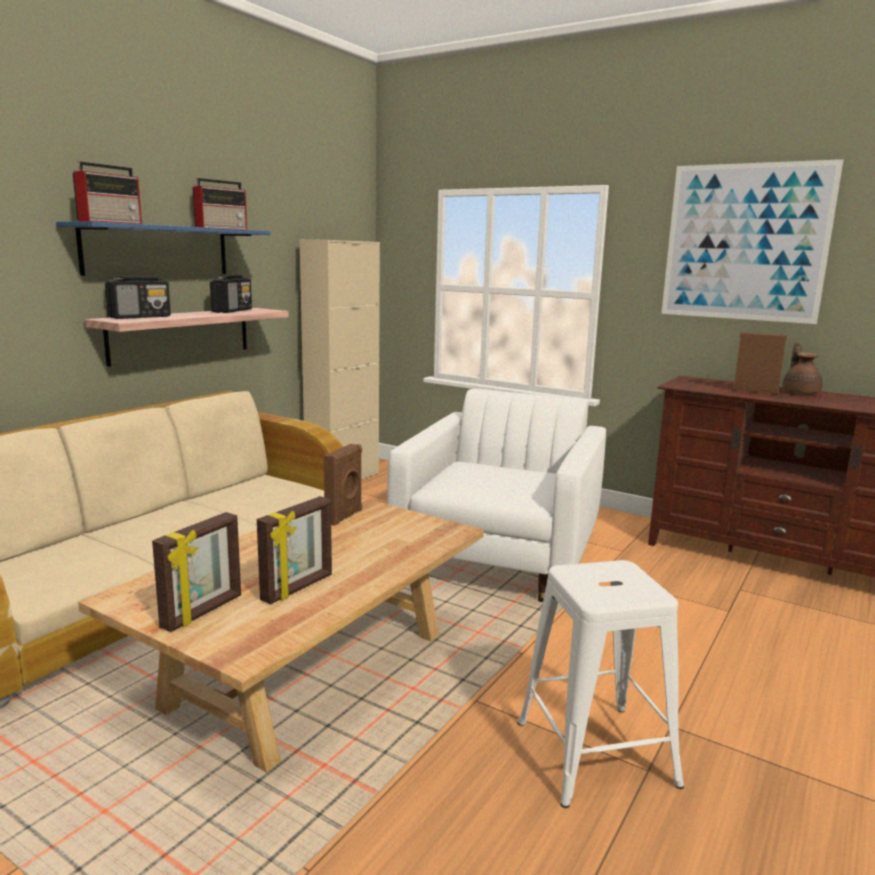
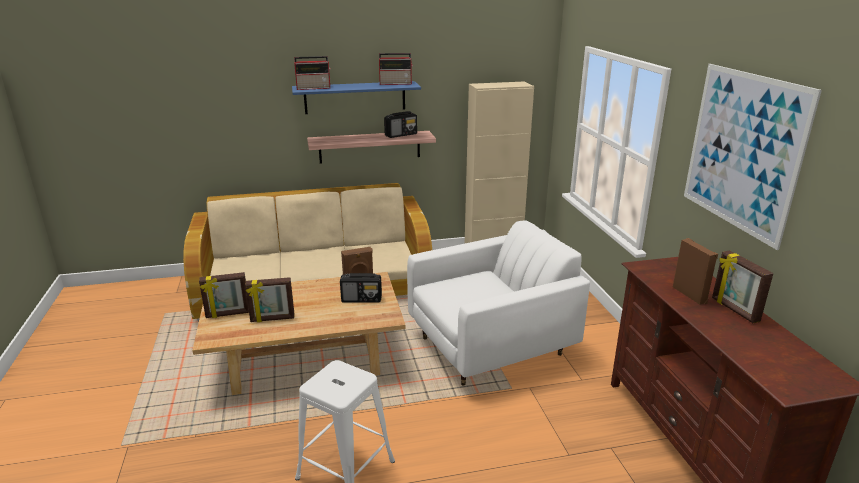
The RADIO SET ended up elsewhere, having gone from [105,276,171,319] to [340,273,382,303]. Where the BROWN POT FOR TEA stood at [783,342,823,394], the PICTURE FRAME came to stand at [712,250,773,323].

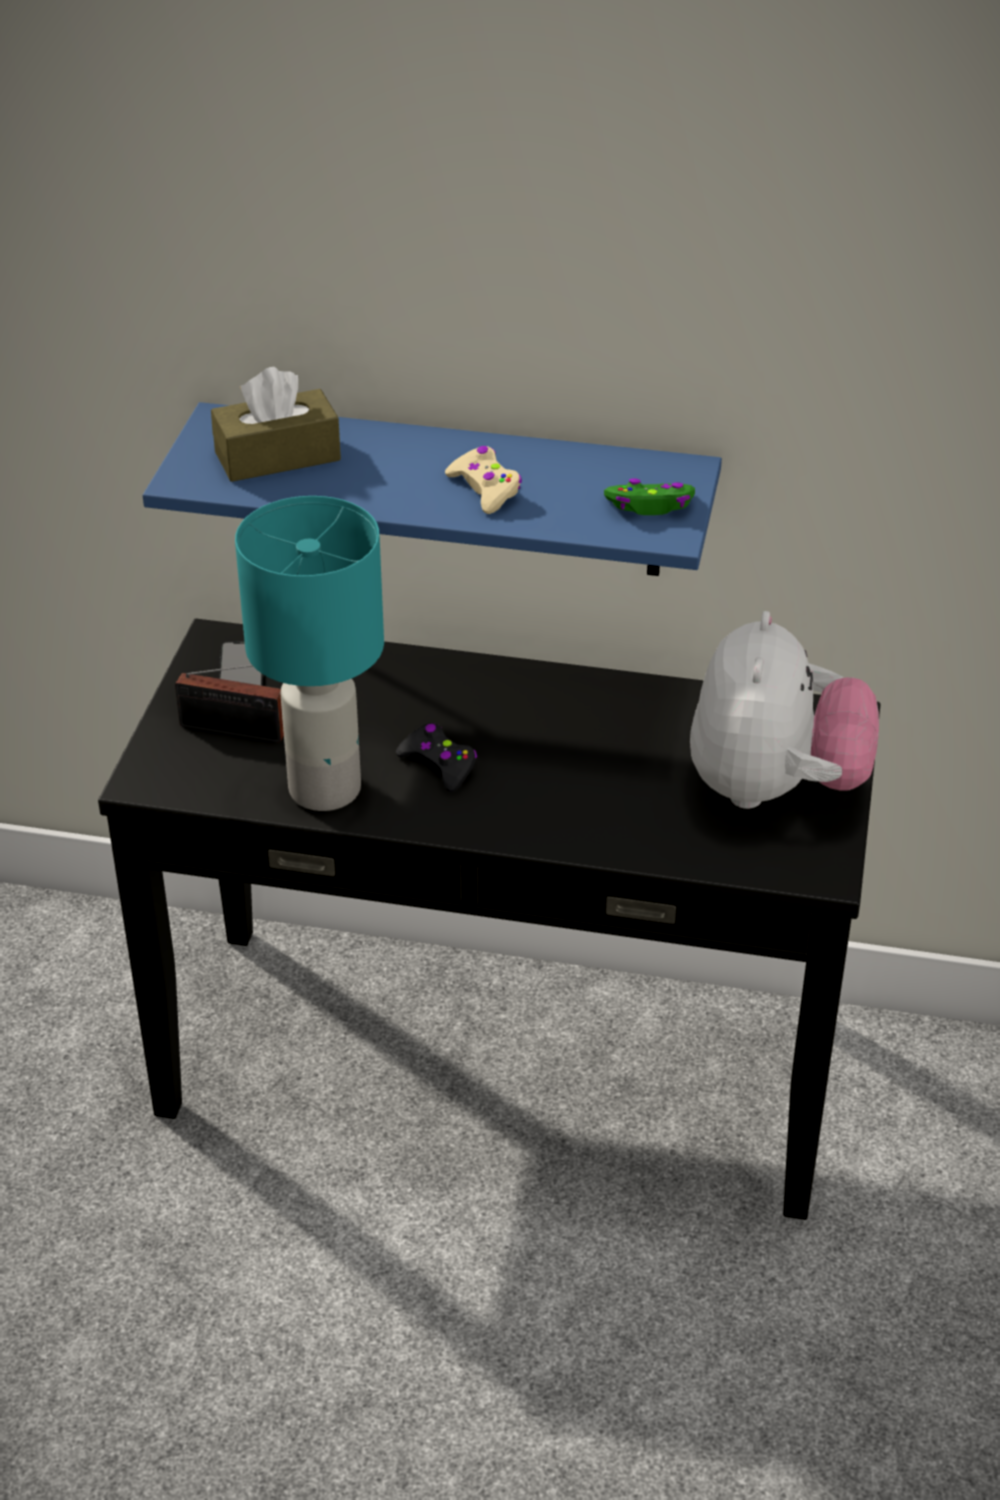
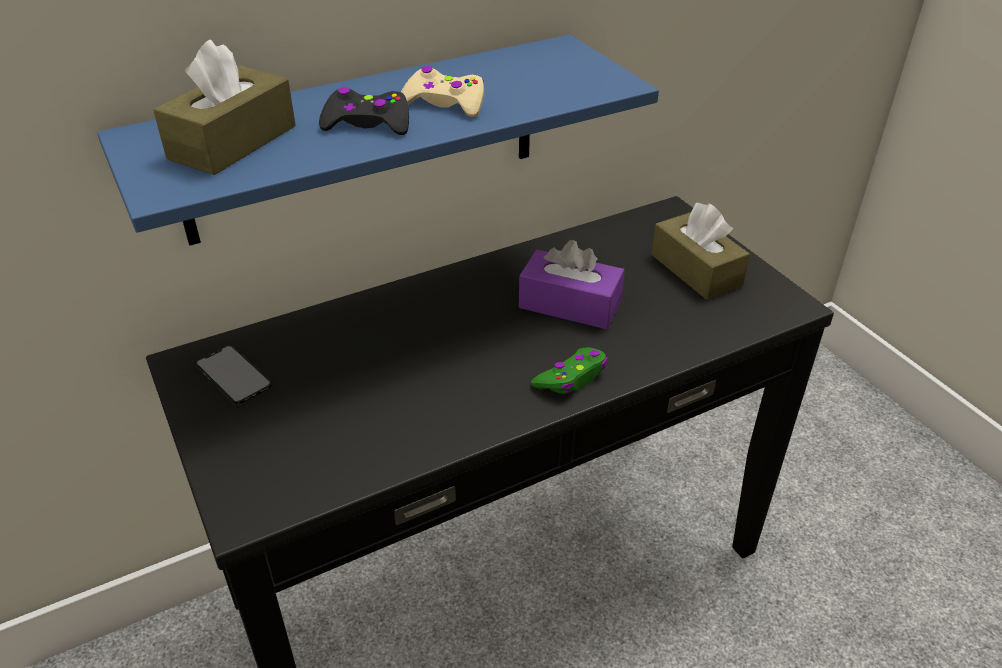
The second view lost the RADIO SET at [175,665,284,743]. The second view lost the BLUE-GREEN TABLE LAMP at [235,496,384,811]. The second view gained the PURPLE TISSUE BOX at [519,240,625,329]. The BLACK GAME CONTROLLER ended up elsewhere, having gone from [396,723,477,792] to [319,87,409,135]. The GREEN GAME CONTROLLER ended up elsewhere, having gone from [604,478,695,515] to [531,347,608,394]. Where the CUDDLY TOY stood at [690,611,879,809], the BROWN TISSUE BOX came to stand at [652,203,750,300].

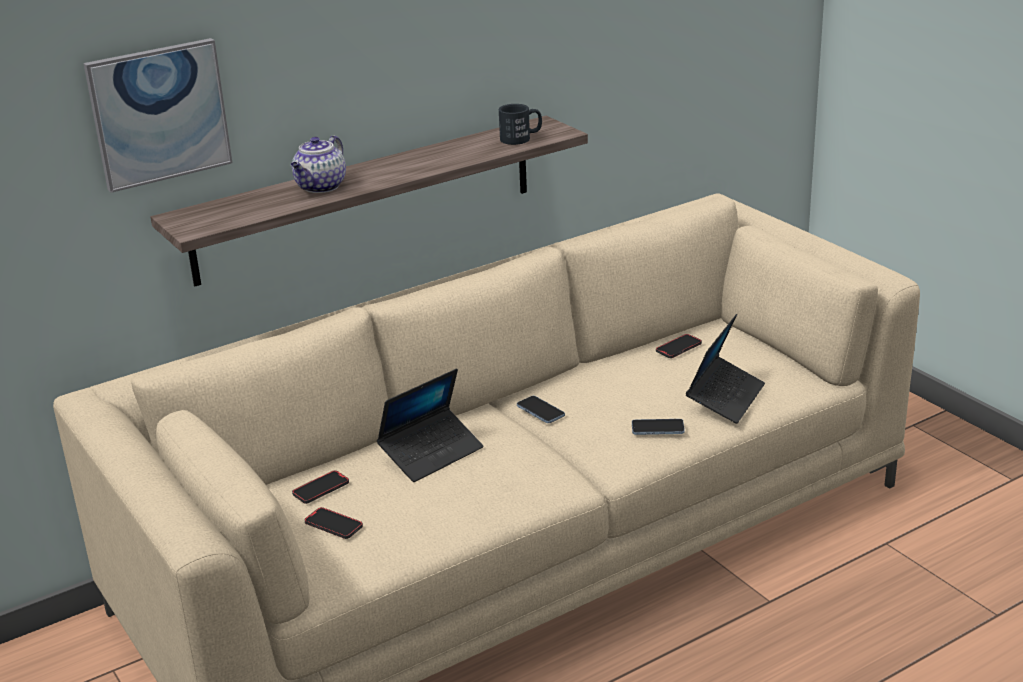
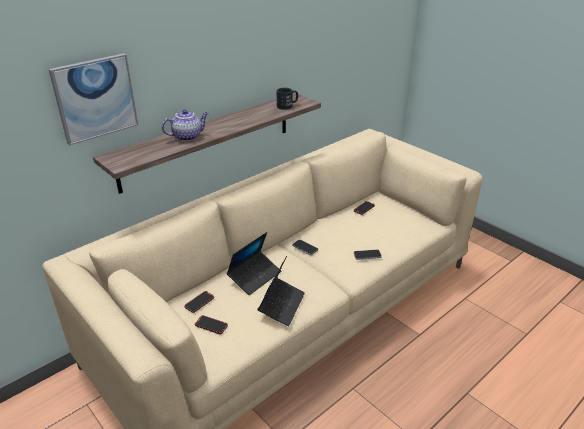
The PORTABLE COMPUTER ended up elsewhere, having gone from [686,314,765,424] to [258,256,305,327]. The POT FOR TEA at [291,135,346,193] ended up facing another way, 135 degrees counterclockwise from before.

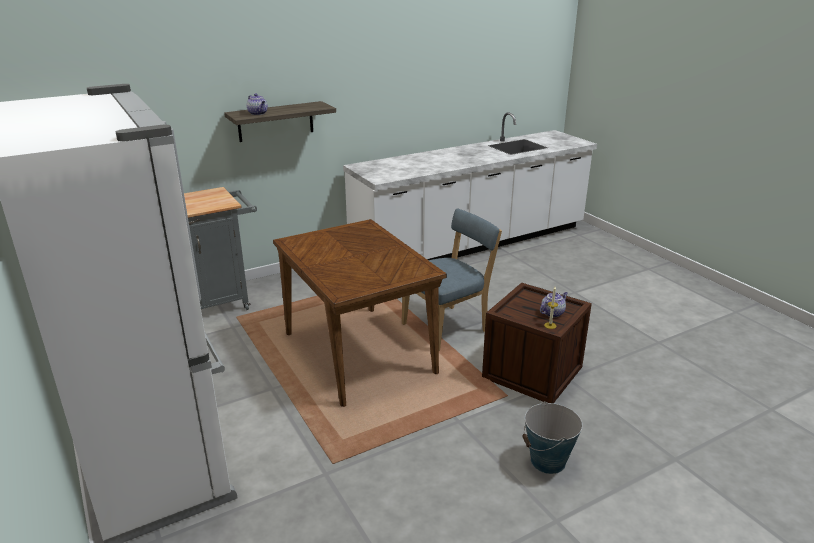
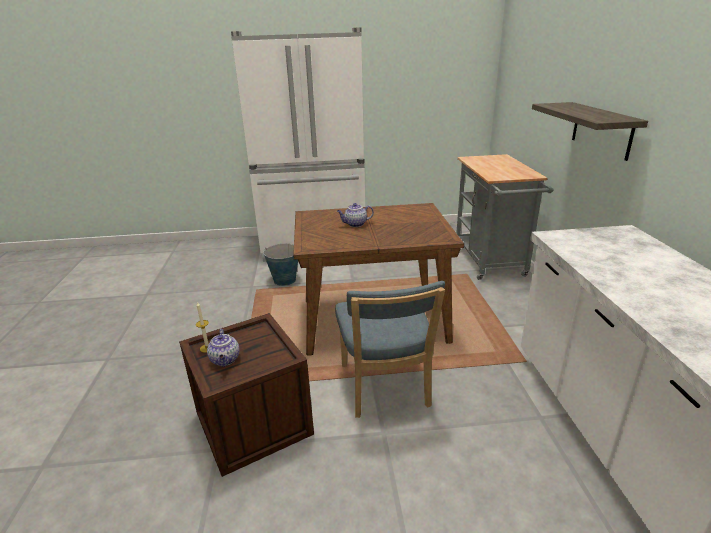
The POT FOR TEA ended up elsewhere, having gone from [247,93,268,115] to [337,203,374,227]. The BUCKET ended up elsewhere, having gone from [522,401,583,474] to [263,244,298,286].

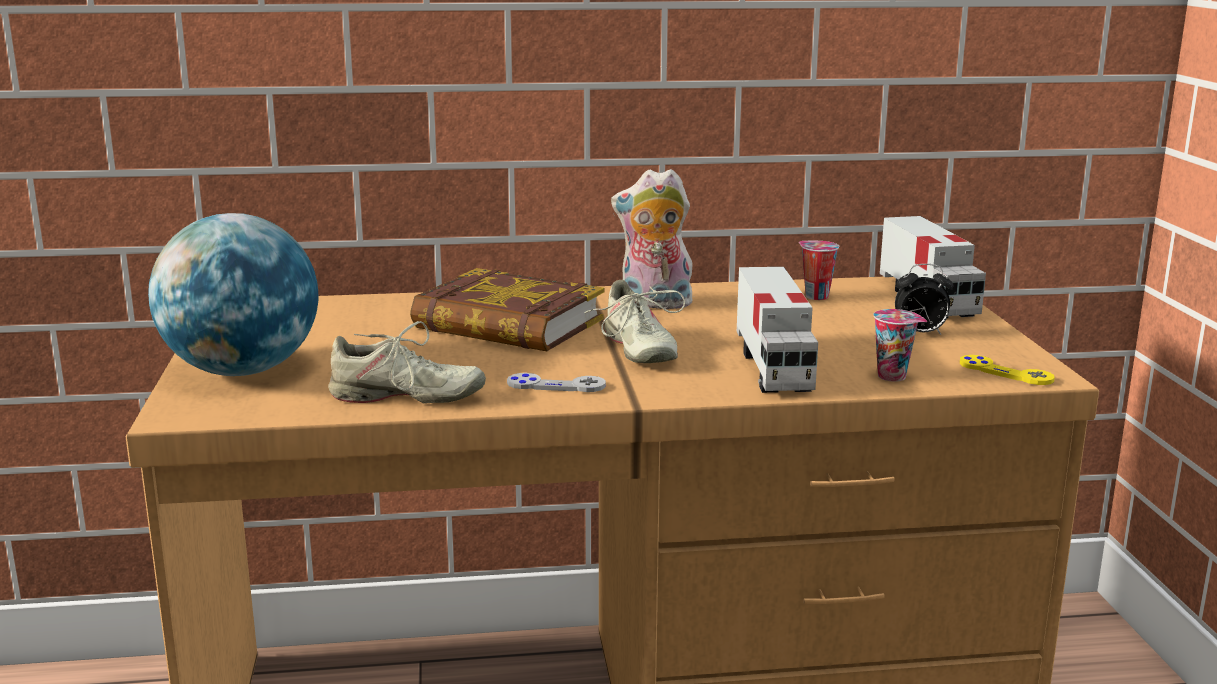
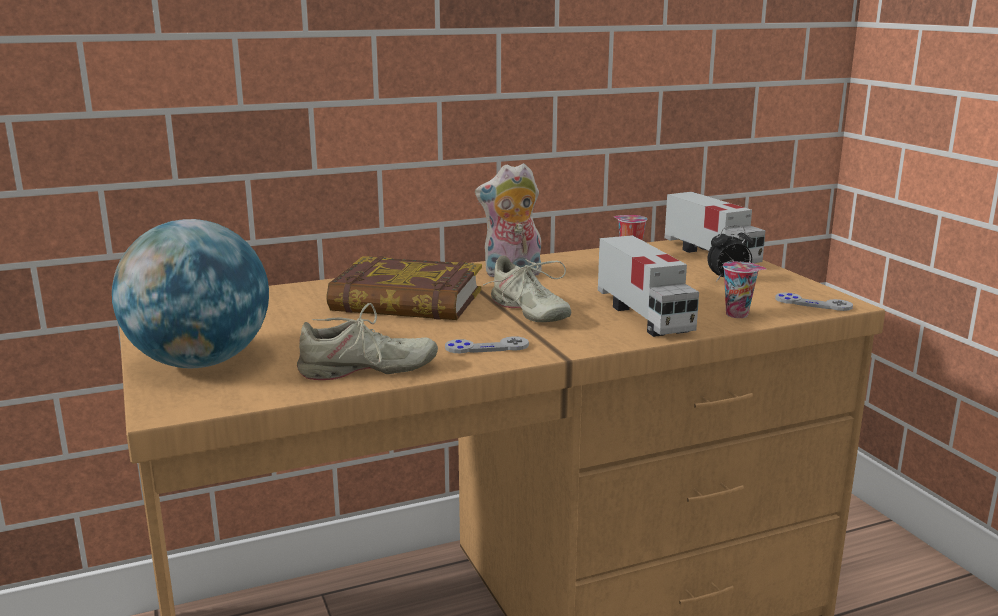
What was the YELLOW-COLOURED GAME CONTROLLER at [960,355,1055,385] turned into the GRAY GAME CONTROLLER at [775,293,853,311].

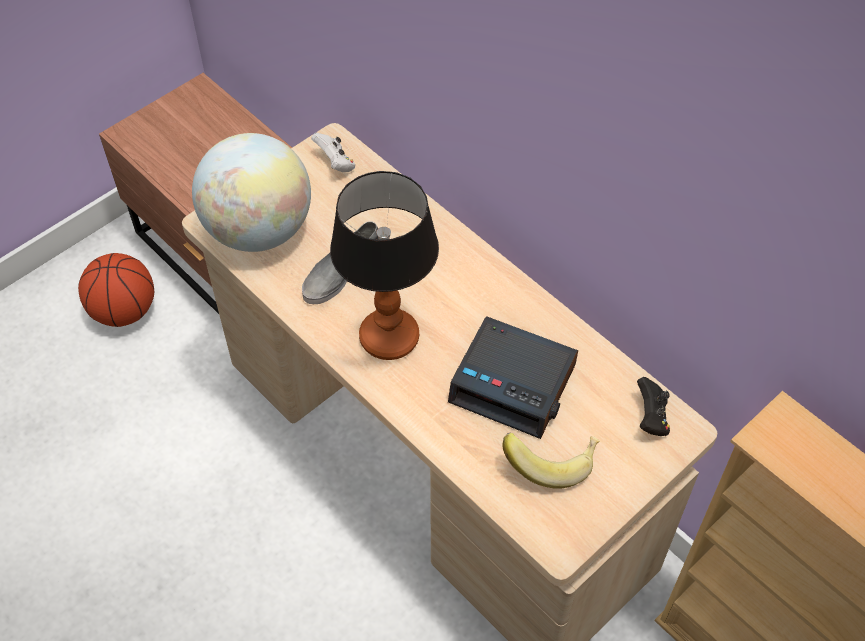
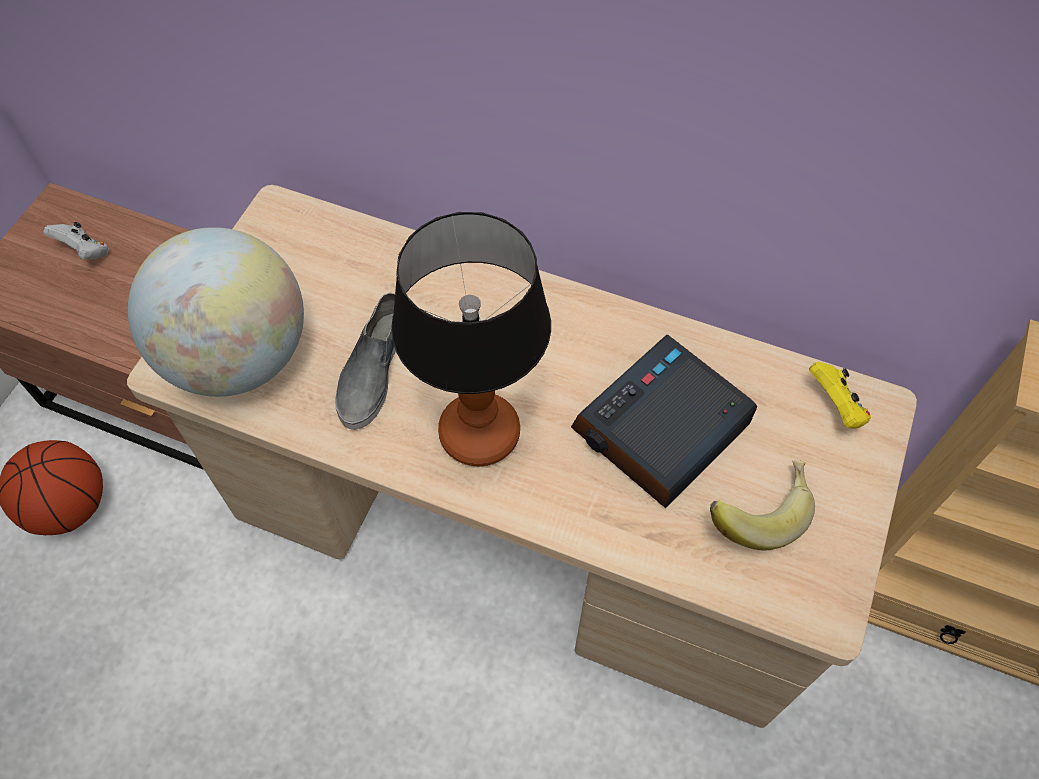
The WHITISH GAME CONTROLLER ended up elsewhere, having gone from [311,133,355,172] to [43,222,109,259]. What was the BLACK GAME CONTROLLER at [637,377,670,436] turned into the YELLOW-COLOURED GAME CONTROLLER at [809,362,871,429]. The BEDSIDE CLOCK at [448,316,578,439] ended up facing another way, 135 degrees clockwise from before.

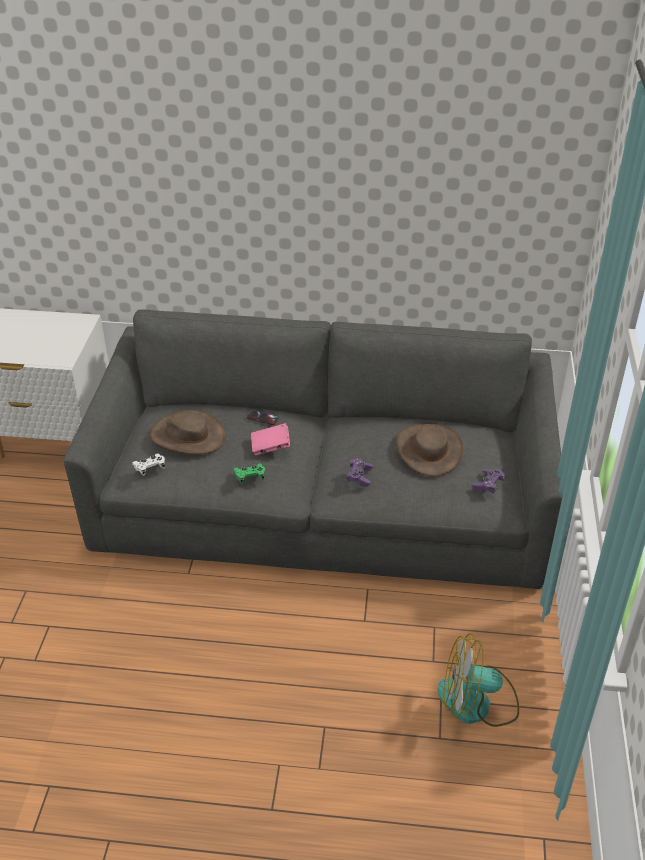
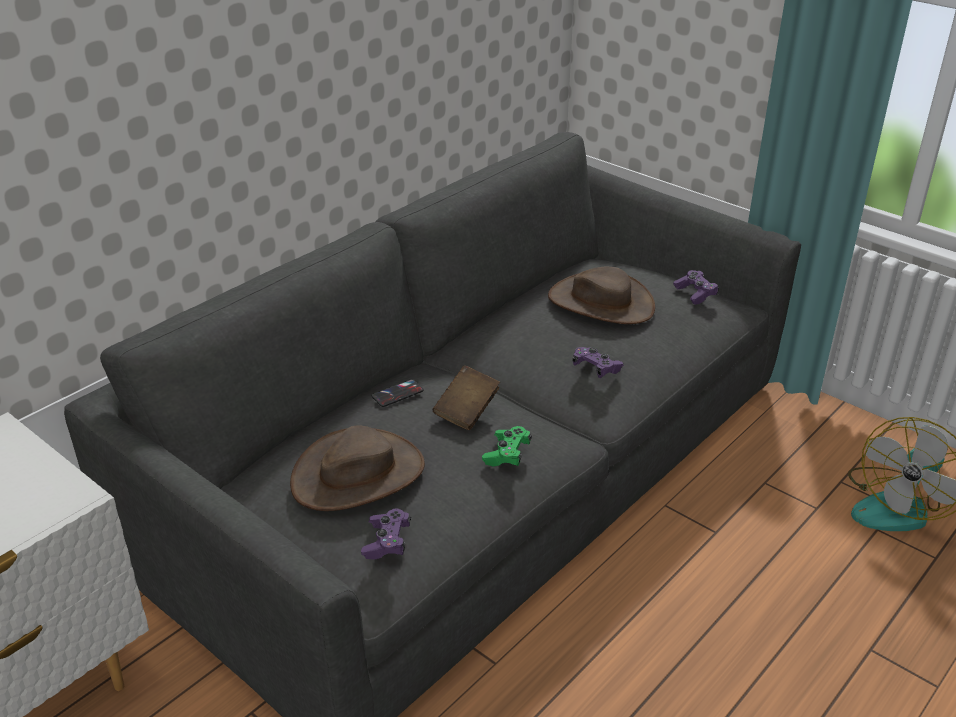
What was the WHITISH GAME CONTROLLER at [132,454,165,476] turned into the PURPLE GAME CONTROLLER at [361,509,411,560]. What was the PINK-COLOURED BOUND BOOK at [251,423,290,455] turned into the BROWN BOUND BOOK at [433,365,500,430].

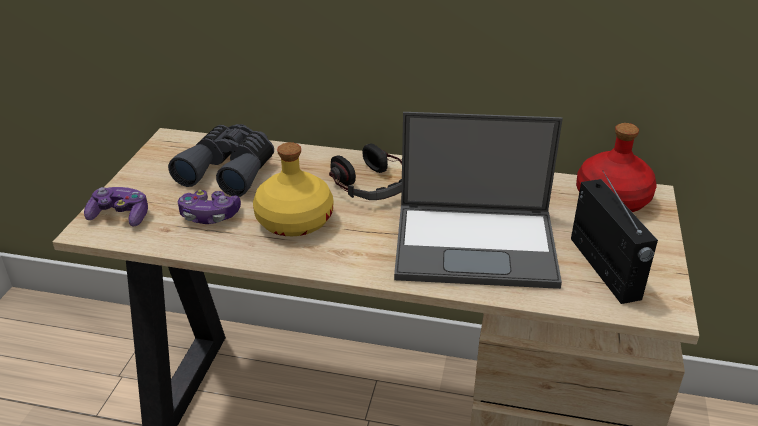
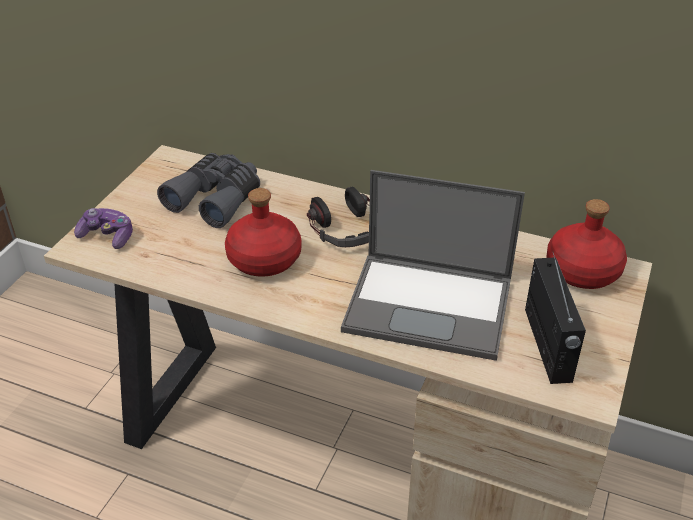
The second view lost the GAME CONTROLLER at [178,190,241,224]. What was the YELLOW-COLOURED BOTTLE at [253,142,333,236] turned into the REDDISH BOTTLE at [225,188,302,277].

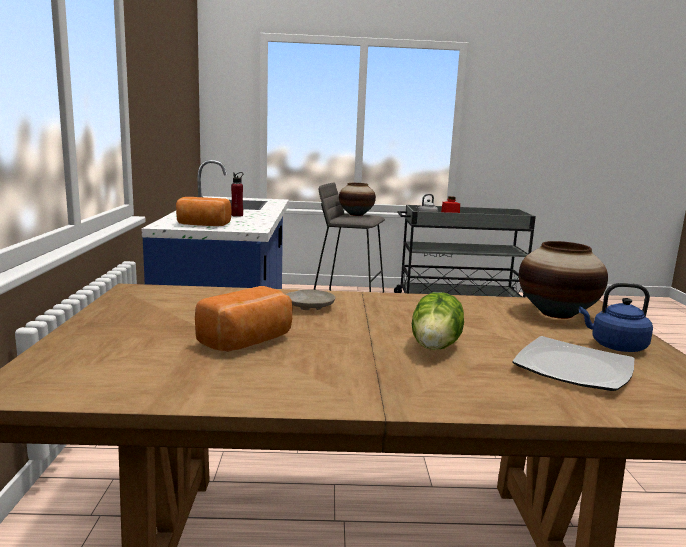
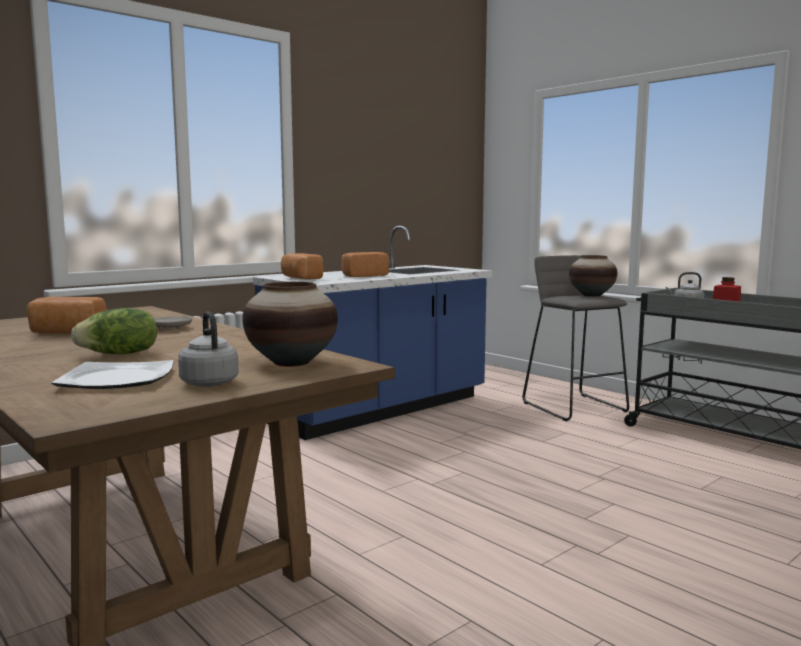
Where the REDDISH BOTTLE stood at [231,172,243,217], the BREAD came to stand at [341,252,389,277]. What was the BLUISH WATER KETTLE at [579,283,653,352] turned into the GRAY WATER KETTLE at [178,312,239,387].

